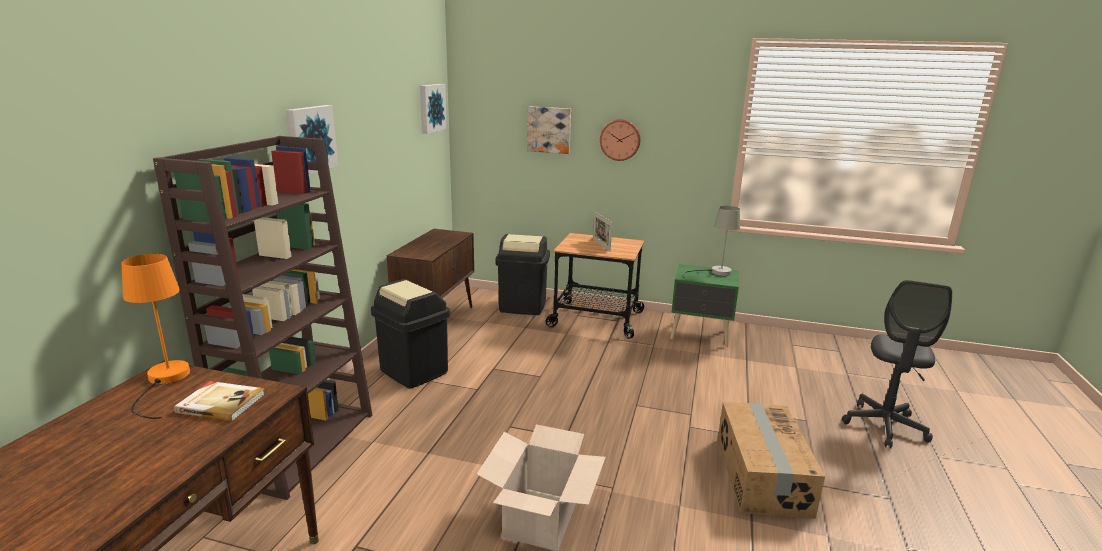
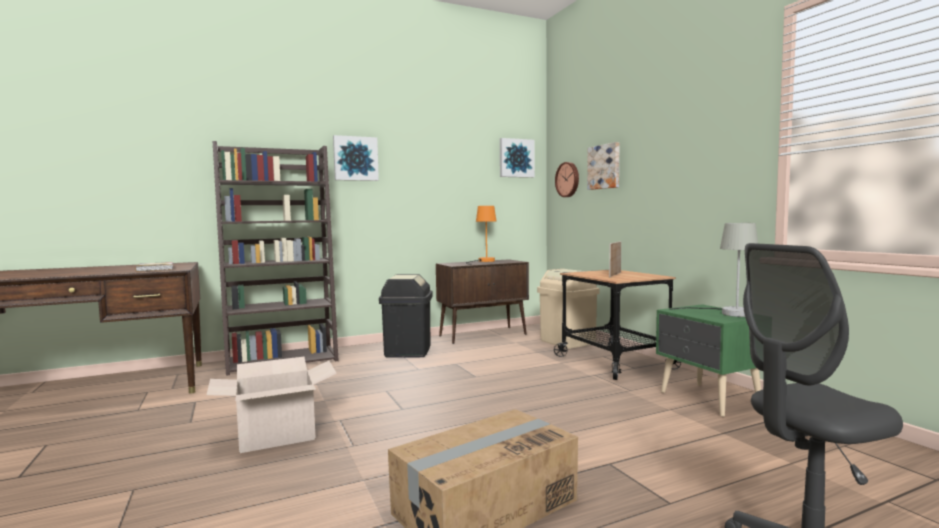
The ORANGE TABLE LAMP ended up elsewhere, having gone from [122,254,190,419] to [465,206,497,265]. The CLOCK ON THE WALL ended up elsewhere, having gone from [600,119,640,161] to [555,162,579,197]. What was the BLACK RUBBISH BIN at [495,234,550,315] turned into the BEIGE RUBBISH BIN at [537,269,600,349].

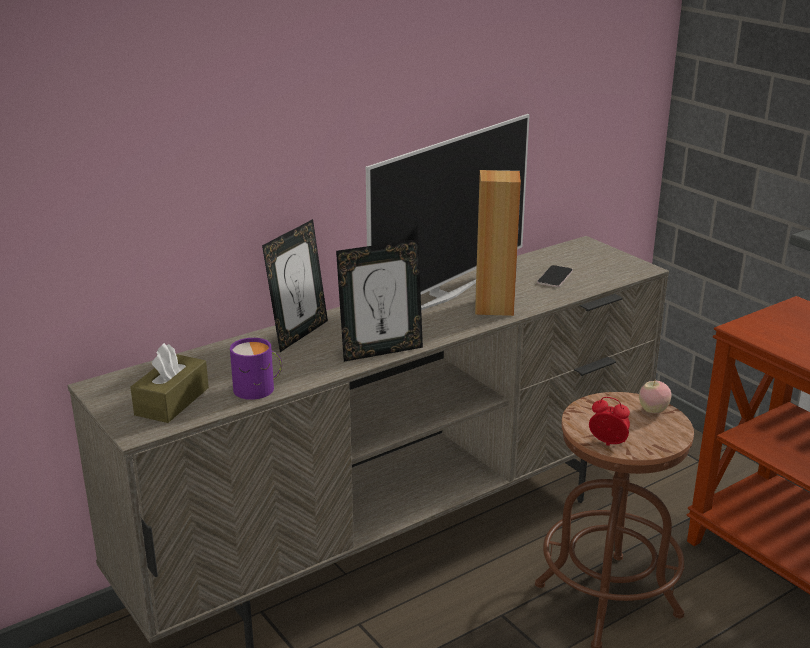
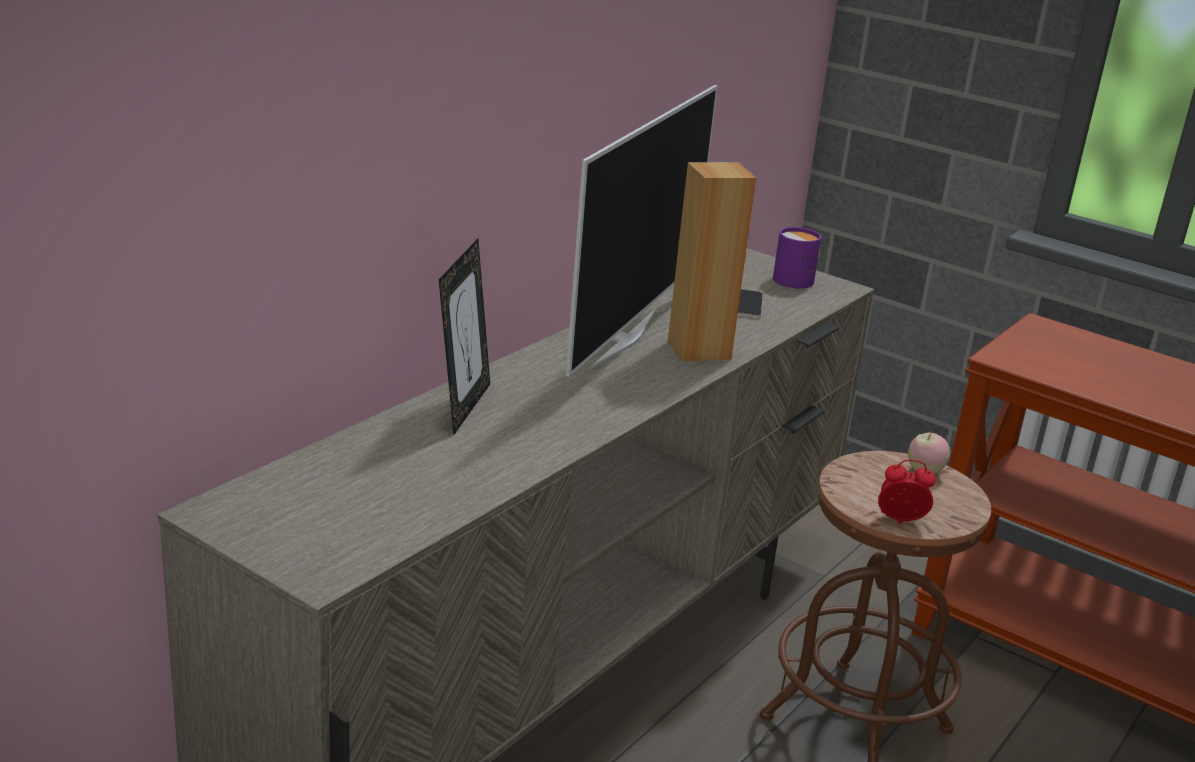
The second view lost the BROWN TISSUE BOX at [130,343,209,423]. The second view lost the PICTURE FRAME at [336,239,423,362]. The PURPLE TEA MUG ended up elsewhere, having gone from [230,338,282,400] to [773,227,822,288].

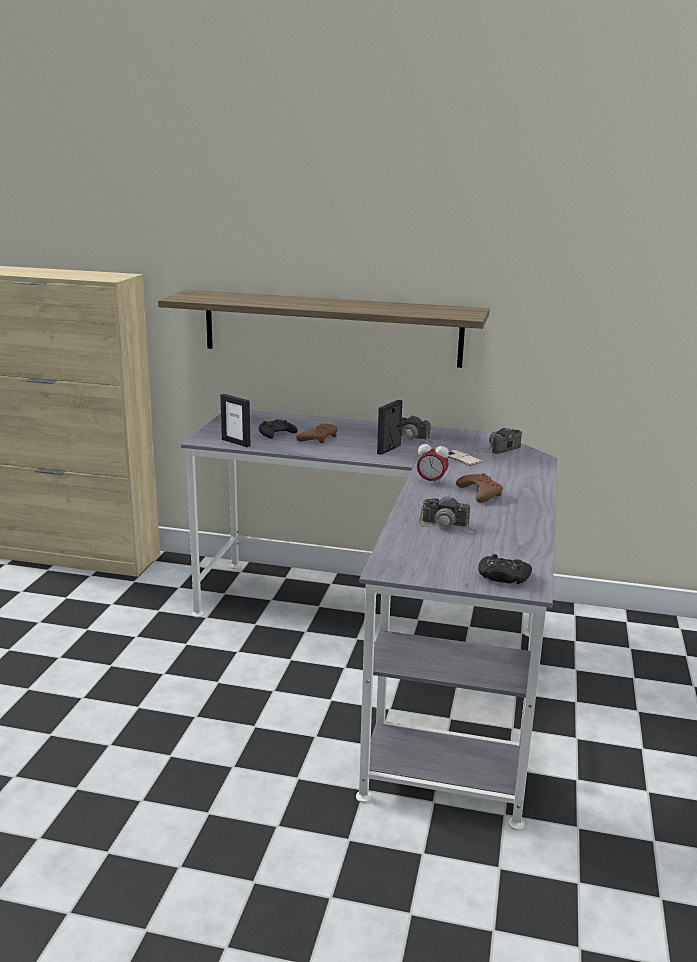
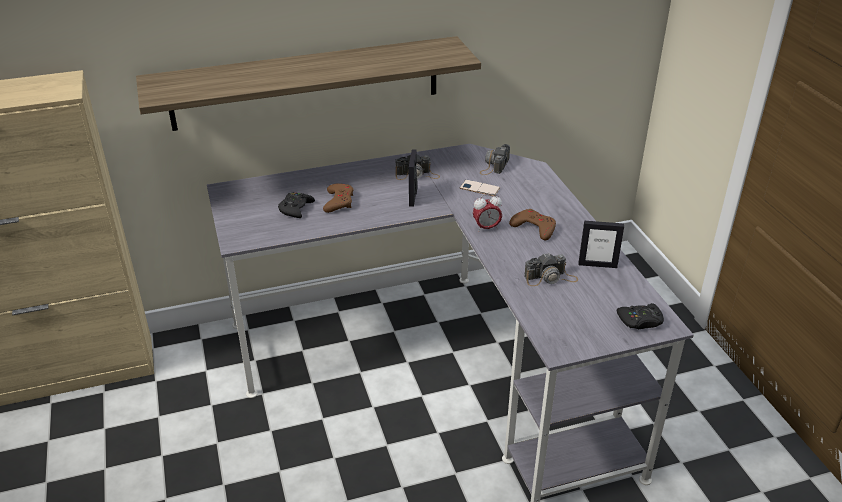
The PICTURE FRAME ended up elsewhere, having gone from [220,394,251,447] to [579,221,624,268].

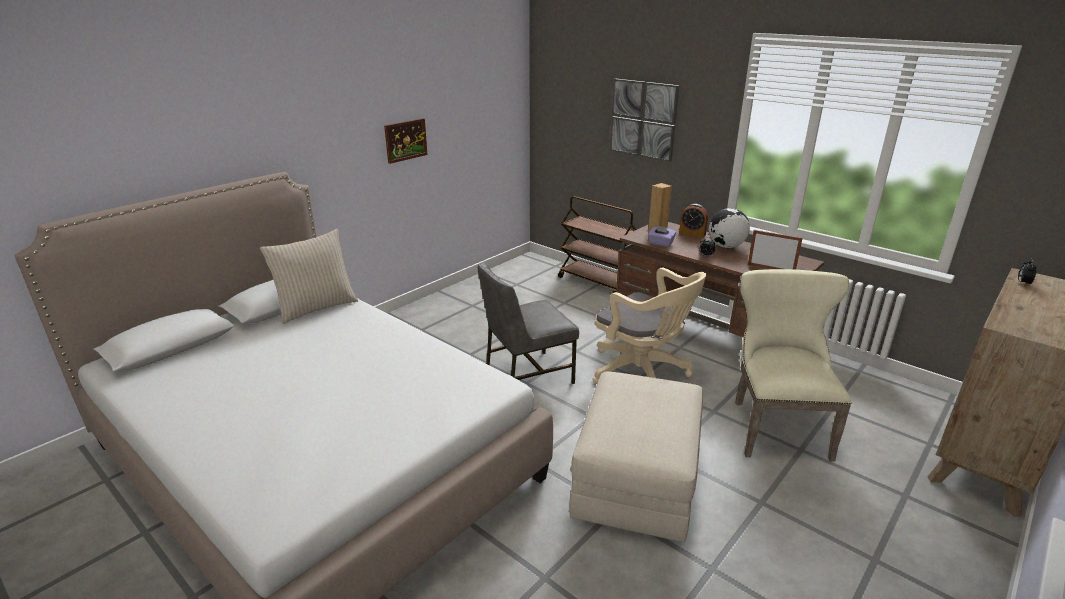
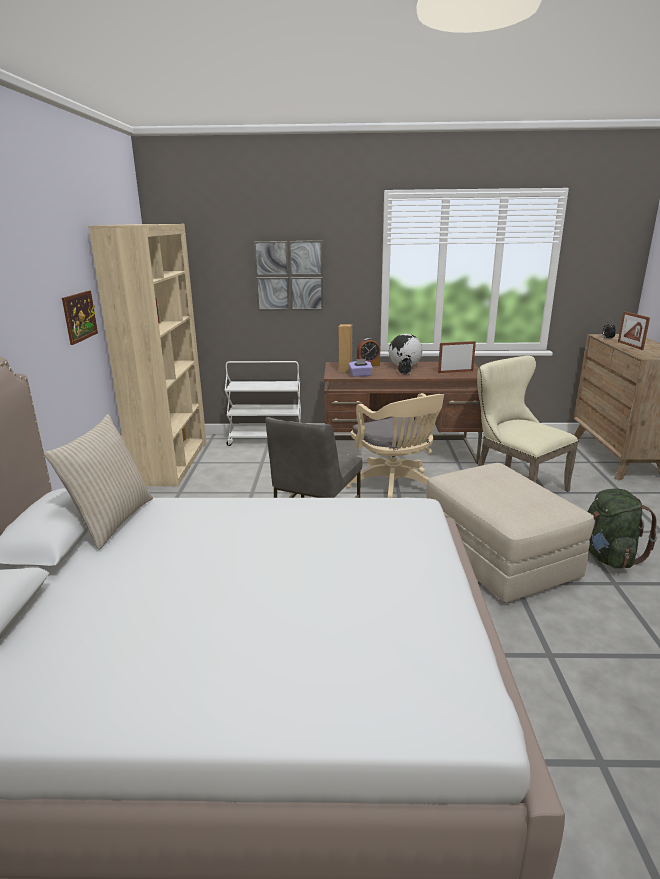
The second view gained the BEIGE BOOKCASE at [88,224,207,486]. The second view gained the GREEN RUCKSACK at [587,488,658,569]. The second view gained the PICTURE FRAME at [618,311,650,350]. What was the BROWN CART at [558,196,637,293] turned into the WHITISH CART at [225,361,301,446]. The BEIGE DESK CHAIR at [593,267,706,383] ended up facing another way, 60 degrees clockwise from before.

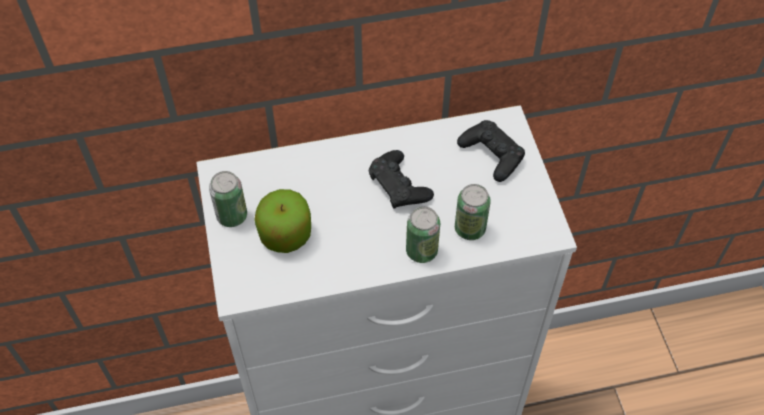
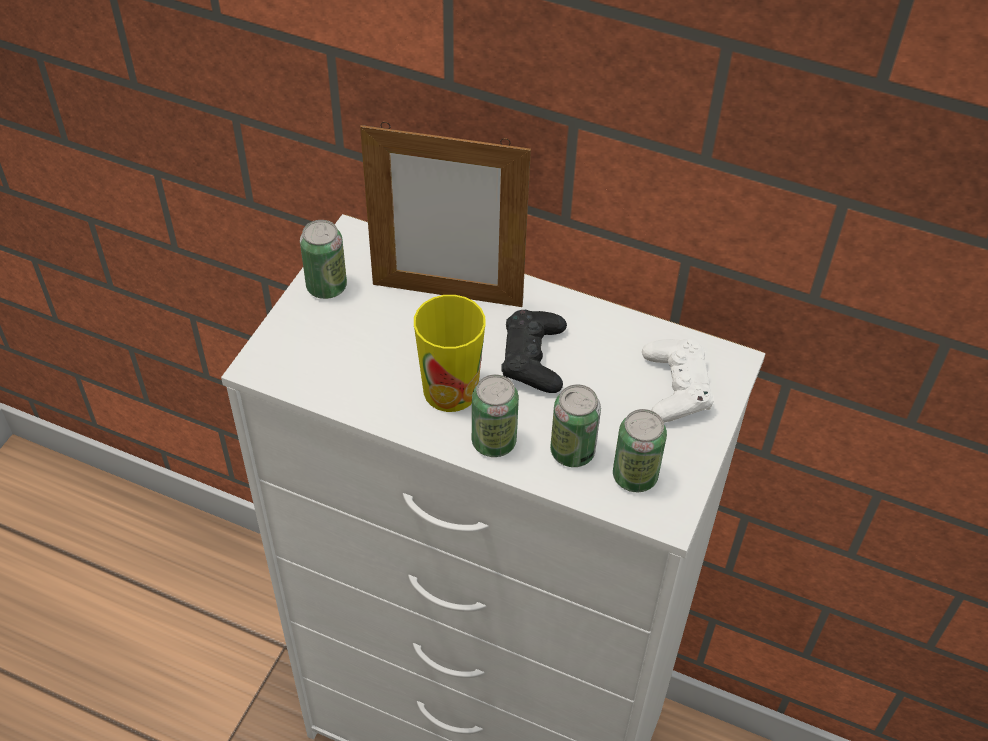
The second view lost the APPLE FRUIT at [254,189,311,253]. The second view gained the PICTURE FRAME at [360,122,531,307]. The second view gained the CUP at [414,295,486,412]. The second view gained the SEALED CAN at [613,409,667,492]. What was the BLACK GAME CONTROLLER at [457,120,525,182] turned into the WHITISH GAME CONTROLLER at [642,338,714,422].

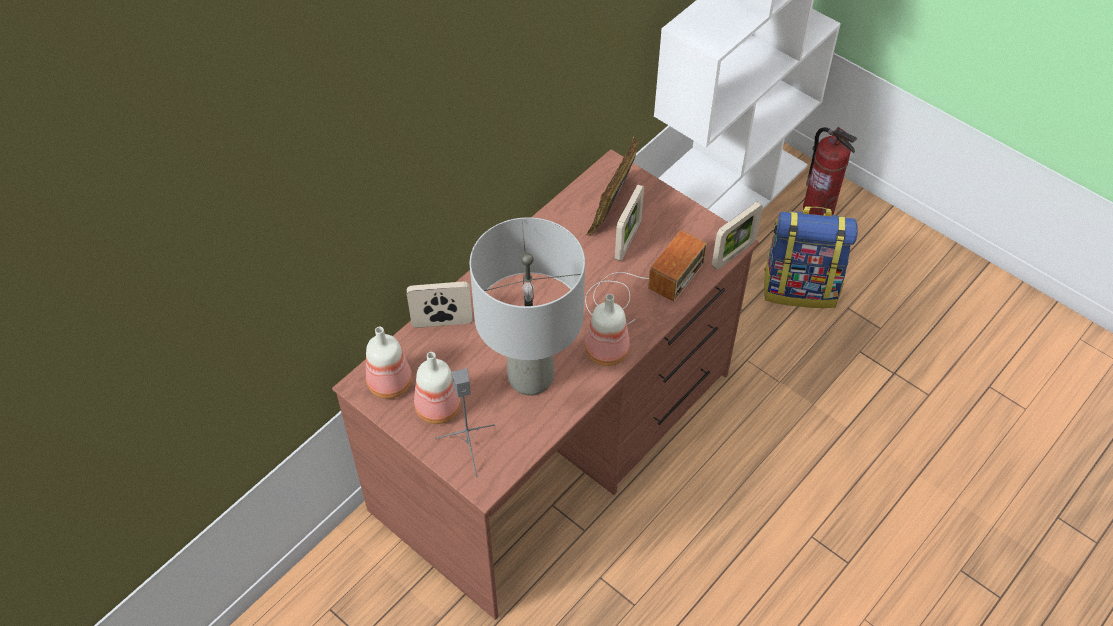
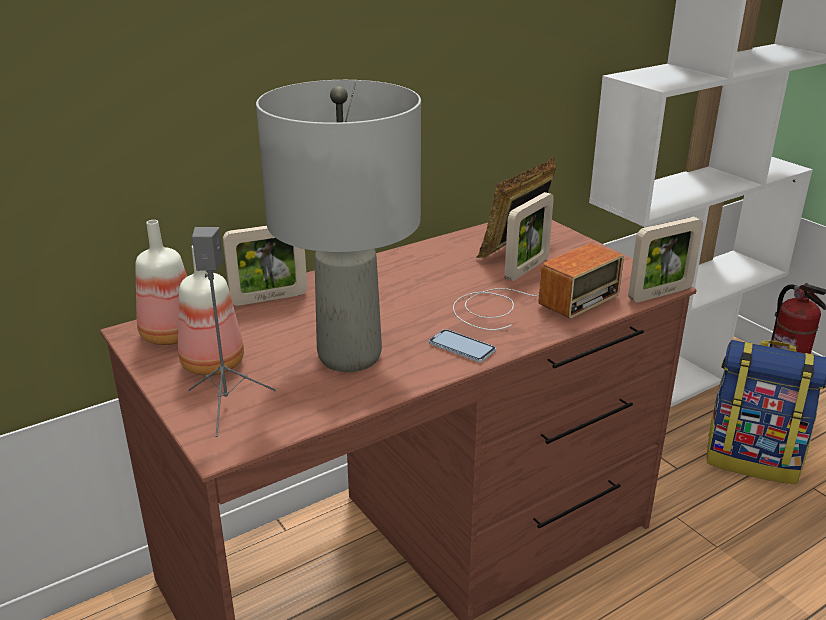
Where the BOTTLE stood at [585,294,630,366], the HANDSET came to stand at [429,329,496,362]. The PICTURE FRAME at [407,281,473,328] ended up facing another way, 150 degrees clockwise from before.

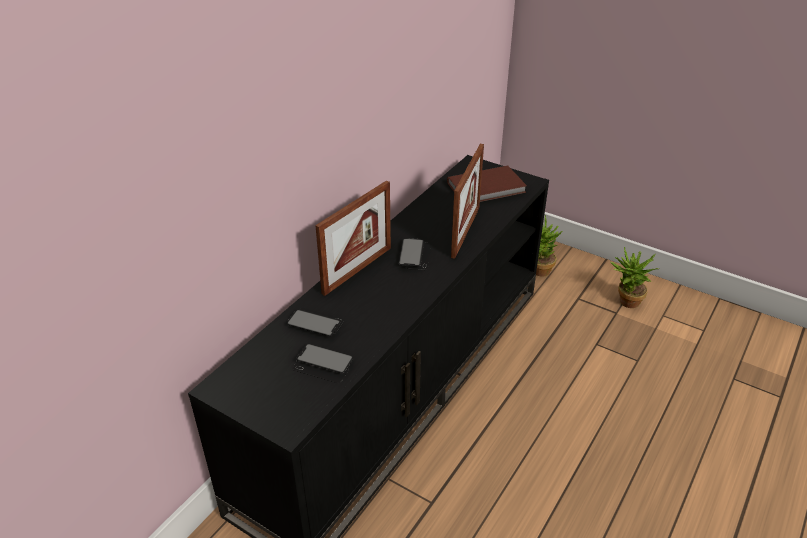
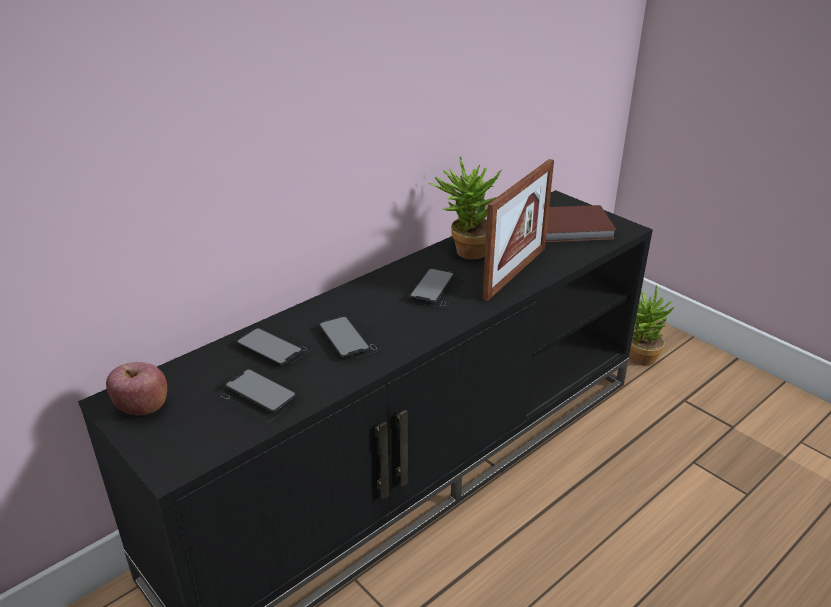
The second view lost the PICTURE FRAME at [315,180,391,296]. The second view gained the APPLE FRUIT at [106,362,167,416]. The second view gained the HANDSET at [318,316,381,359]. The PLANT IN A POT ended up elsewhere, having gone from [610,247,659,308] to [429,156,503,260].

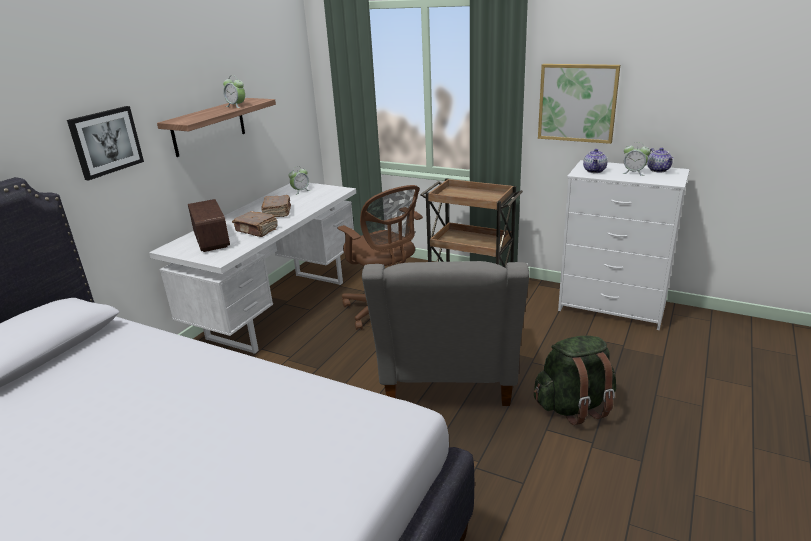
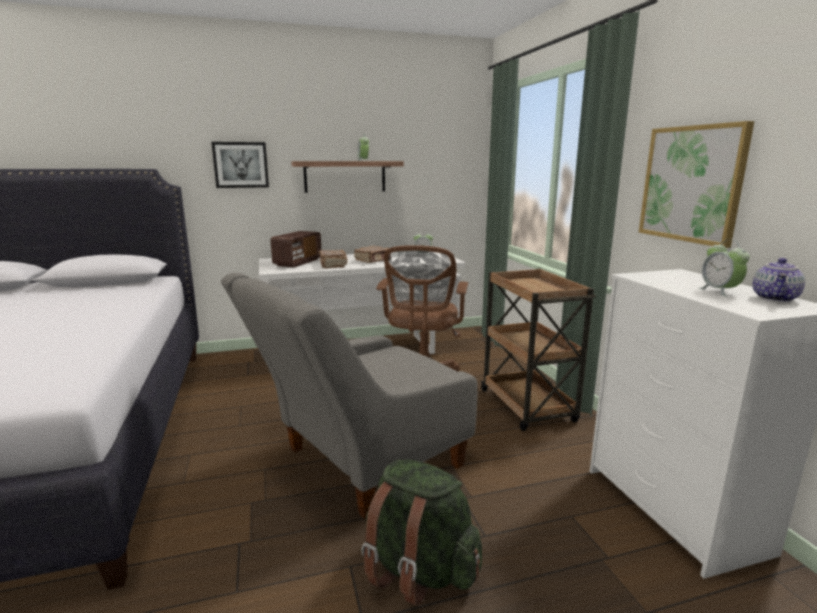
The second view lost the POT FOR TEA at [583,149,607,173].

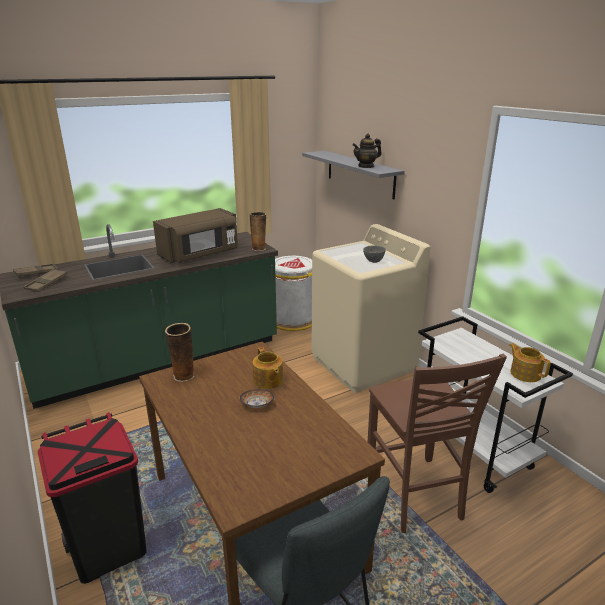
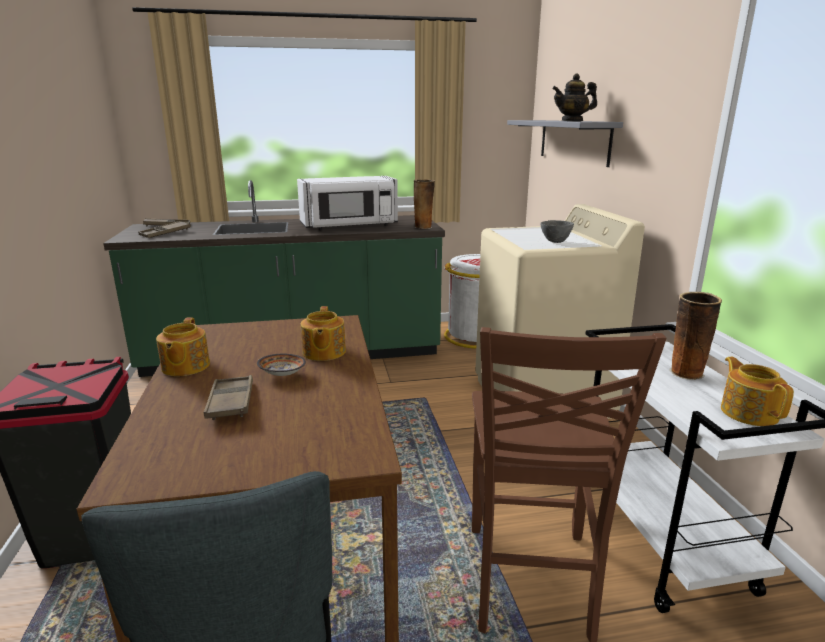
The second view gained the POT FOR TEA at [156,318,210,376]. The second view gained the BROWN SERVING TRAY at [204,375,253,420]. The VASE ended up elsewhere, having gone from [165,323,195,382] to [669,292,722,380]. What was the BROWN MICROWAVE OVEN at [153,208,238,263] turned into the WHITISH MICROWAVE OVEN at [297,176,398,230].

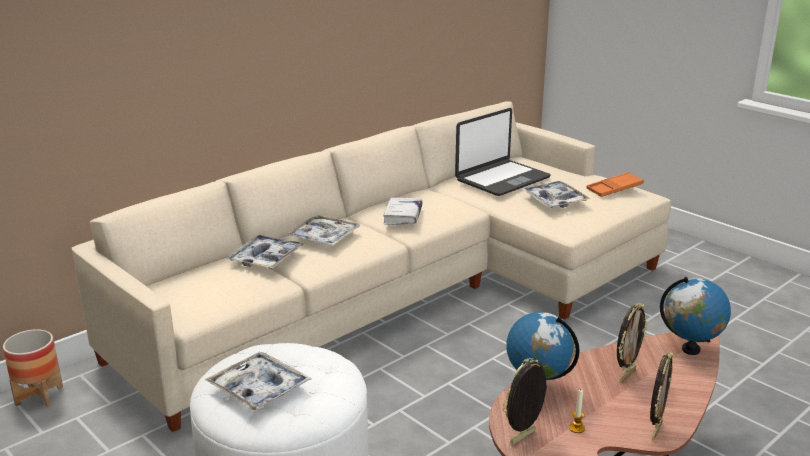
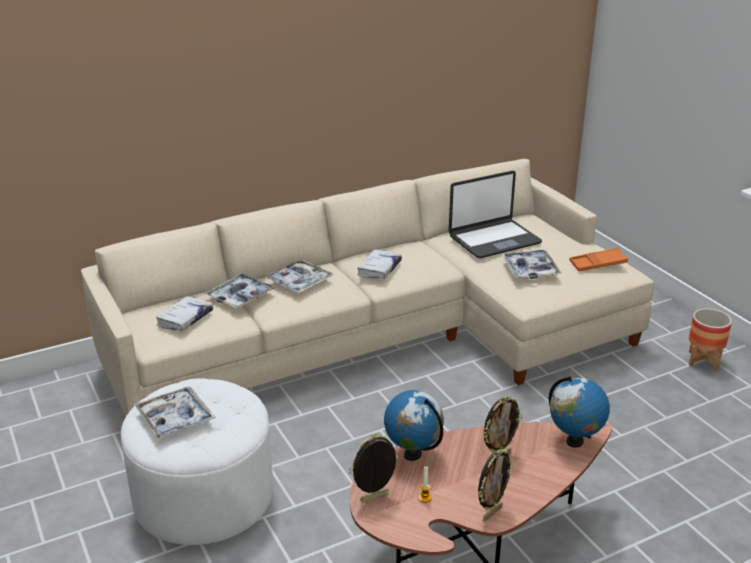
The second view gained the WHITISH BOUND BOOK at [156,296,213,332]. The PLANTER ended up elsewhere, having gone from [3,329,63,407] to [689,308,732,370].

